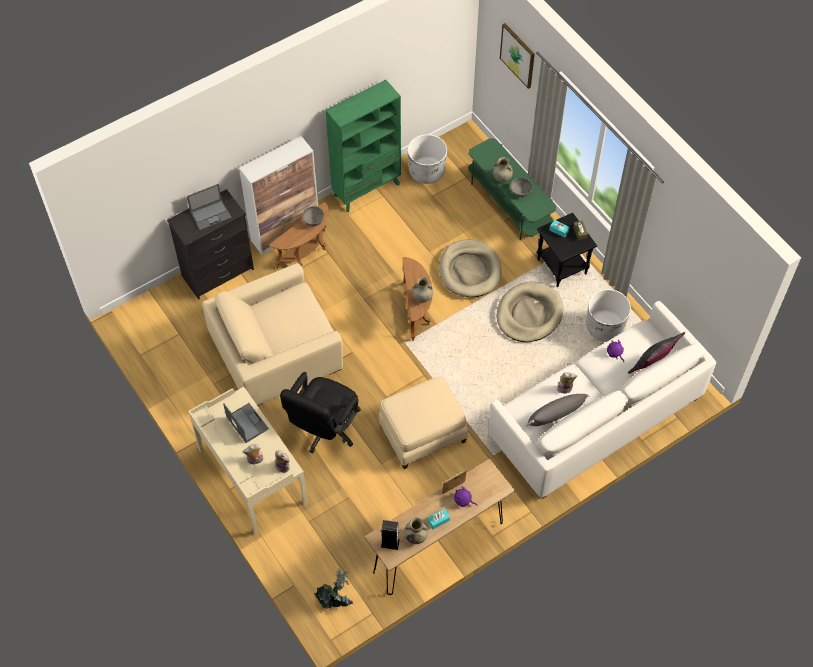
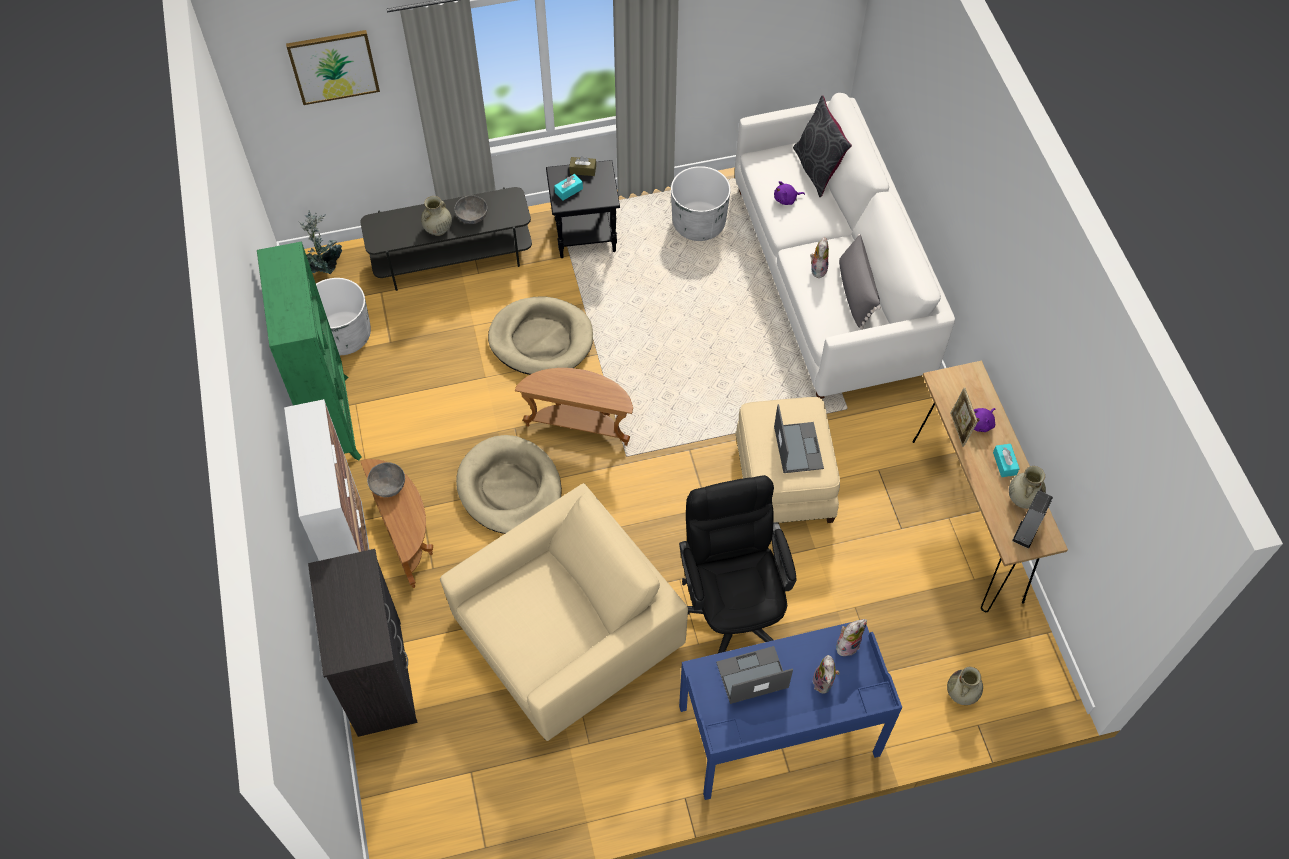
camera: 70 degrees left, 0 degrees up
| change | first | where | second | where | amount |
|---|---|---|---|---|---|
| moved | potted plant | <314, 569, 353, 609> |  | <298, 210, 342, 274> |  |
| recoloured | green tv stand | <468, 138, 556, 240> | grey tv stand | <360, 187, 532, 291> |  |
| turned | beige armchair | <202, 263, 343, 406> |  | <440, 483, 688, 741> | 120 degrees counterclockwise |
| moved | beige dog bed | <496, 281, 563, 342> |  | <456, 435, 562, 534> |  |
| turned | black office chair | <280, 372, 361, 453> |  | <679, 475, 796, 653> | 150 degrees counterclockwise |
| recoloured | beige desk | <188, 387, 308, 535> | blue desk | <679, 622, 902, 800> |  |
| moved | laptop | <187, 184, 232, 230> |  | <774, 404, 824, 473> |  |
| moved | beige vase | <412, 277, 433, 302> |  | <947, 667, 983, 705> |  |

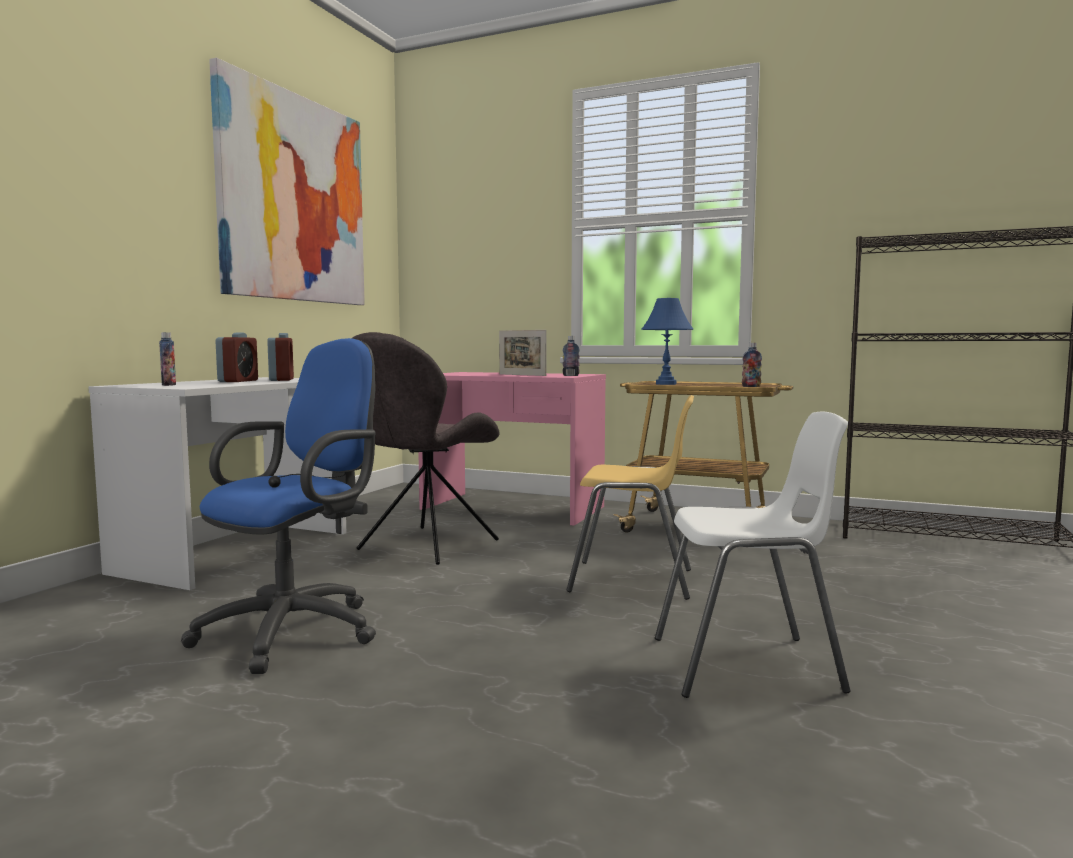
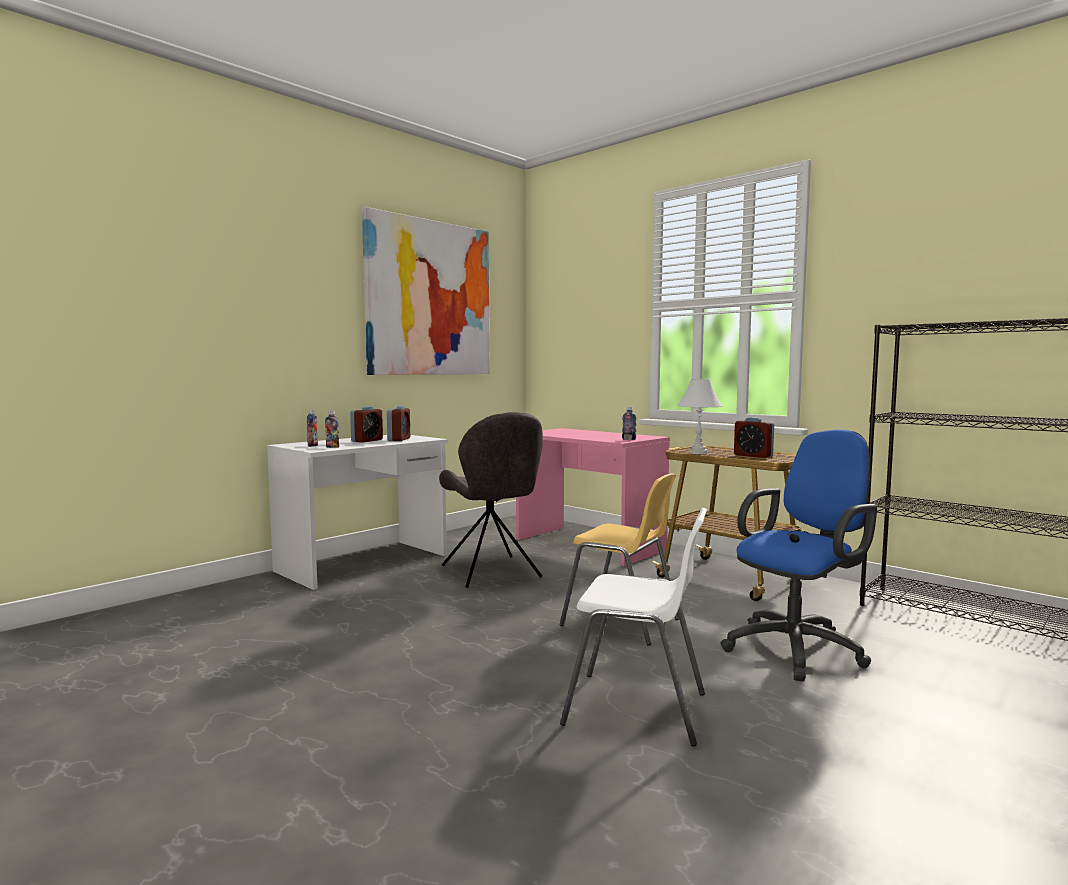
camera: 20 degrees right, 0 degrees up
| change | first | where | second | where | amount |
|---|---|---|---|---|---|
| moved | bottle | <742, 343, 762, 387> |  | <325, 410, 339, 448> |  |
| turned | grey chair | <352, 332, 500, 565> |  | <439, 412, 543, 588> | 75 degrees counterclockwise |
| recoloured | blue table lamp | <641, 298, 693, 385> | white table lamp | <677, 379, 723, 454> |  |
| moved | blue office chair | <181, 338, 376, 674> |  | <720, 429, 877, 681> |  |
| added |  |  | alarm clock | <734, 417, 774, 458> |  |
| removed | picture frame | <499, 330, 546, 376> |  |  |  |

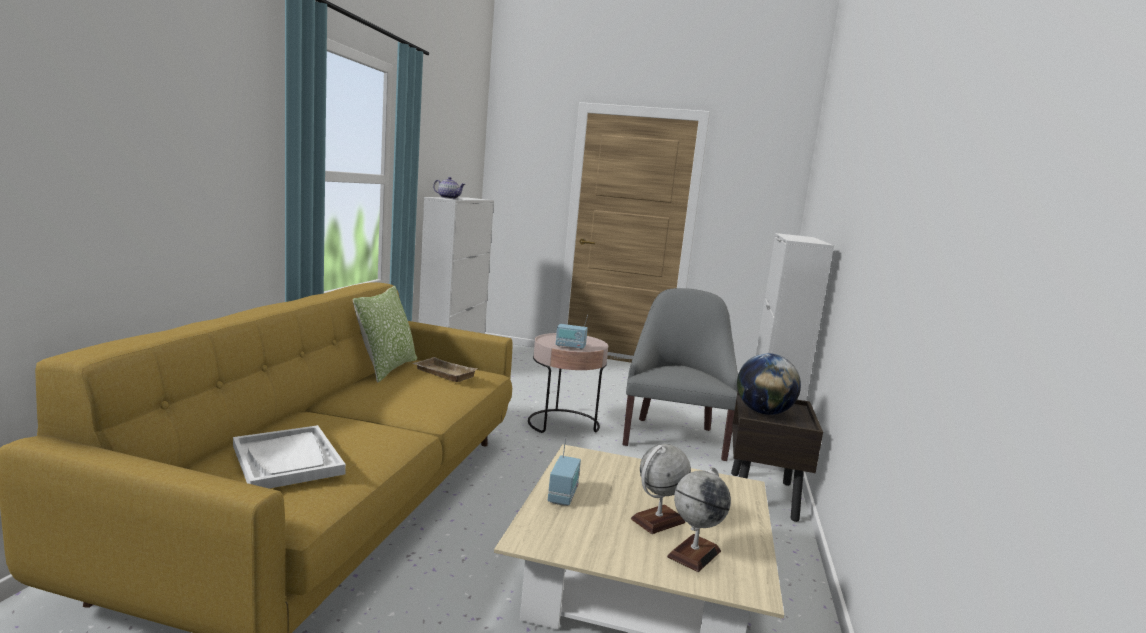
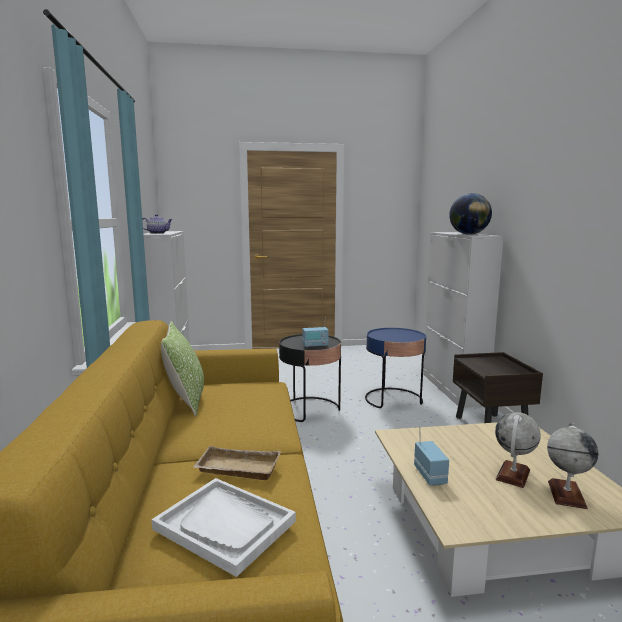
camera: 20 degrees left, 0 degrees up
| change | first | where | second | where | amount |
|---|---|---|---|---|---|
| moved | beige tray | <412, 357, 478, 382> |  | <193, 446, 281, 480> |  |
| recoloured | pink side table | <528, 333, 608, 433> | black side table | <279, 334, 341, 422> |  |
| replaced | grey armchair | <623, 288, 738, 461> | blue side table | <365, 328, 426, 408> |  |
| moved | globe | <737, 353, 801, 415> |  | <449, 193, 492, 235> |  |

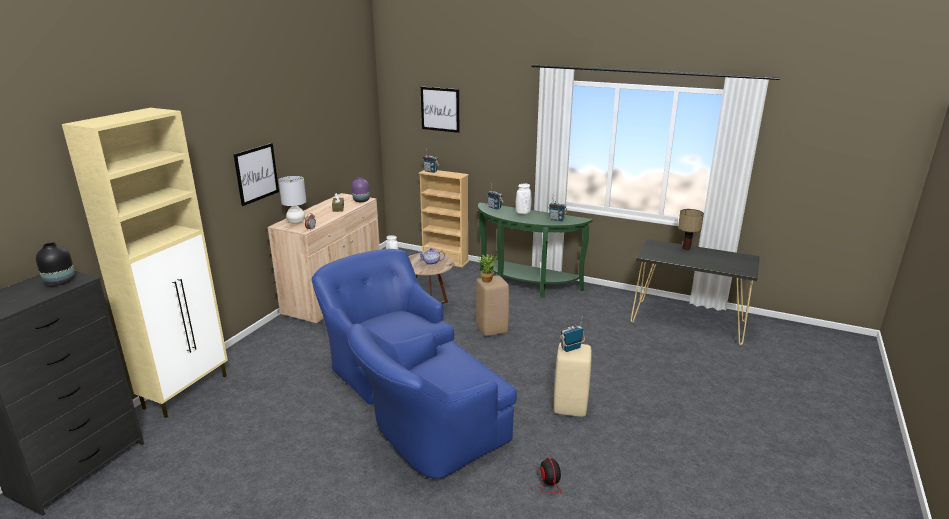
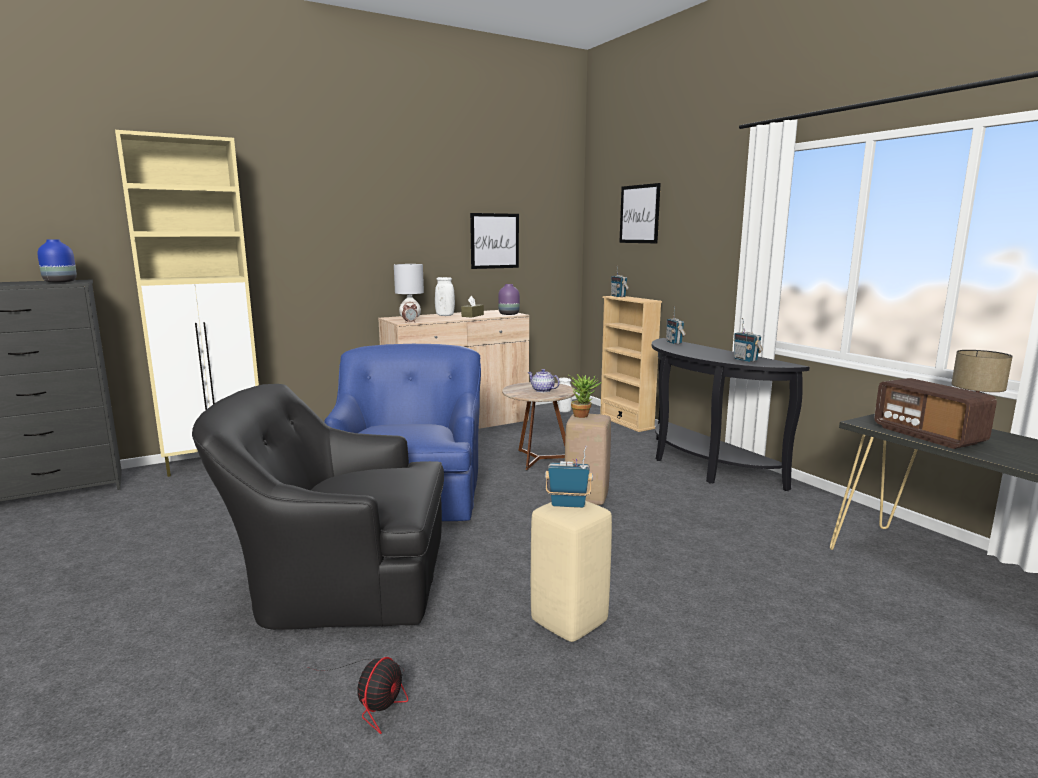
camera: 35 degrees right, 10 degrees down
| change | first | where | second | where | amount |
|---|---|---|---|---|---|
| recoloured | black vase | <36, 242, 75, 286> | blue vase | <37, 239, 77, 282> |  |
| recoloured | blue armchair | <348, 324, 517, 479> | black armchair | <192, 384, 444, 630> |  |
| moved | white vase | <516, 184, 532, 214> |  | <435, 277, 455, 316> |  |
| moved | picture | <233, 143, 279, 206> |  | <470, 213, 519, 269> |  |
| recoloured | green console table | <478, 202, 593, 298> | black console table | <652, 338, 810, 491> |  |
| added |  |  | radio | <874, 378, 997, 449> |  |

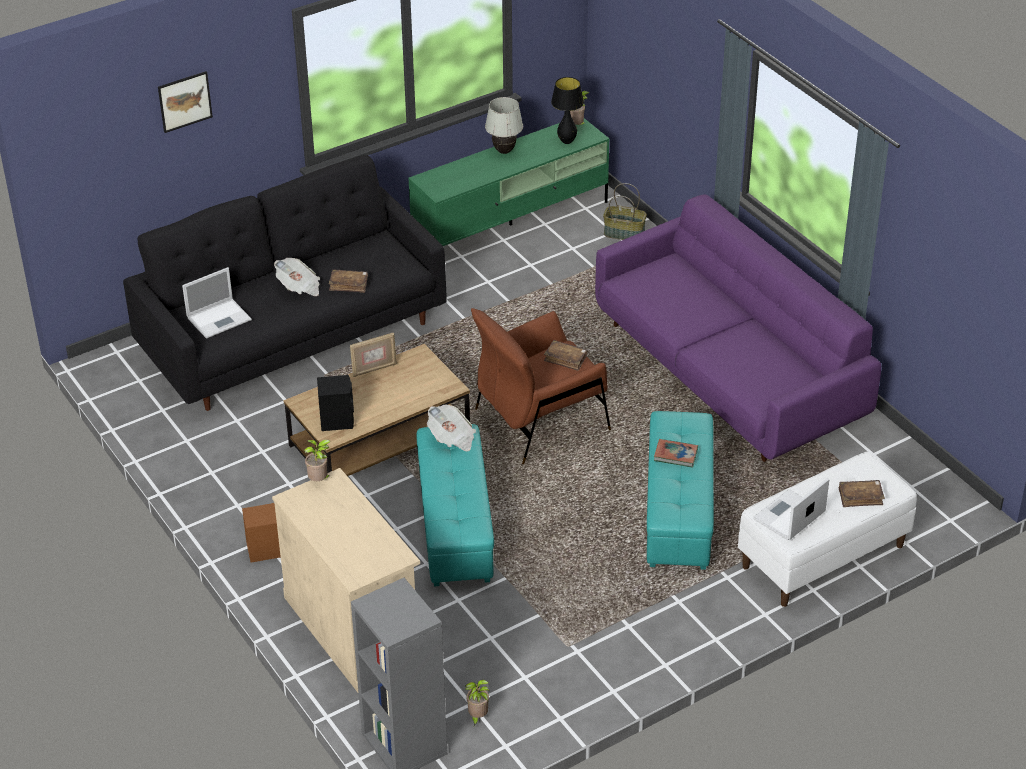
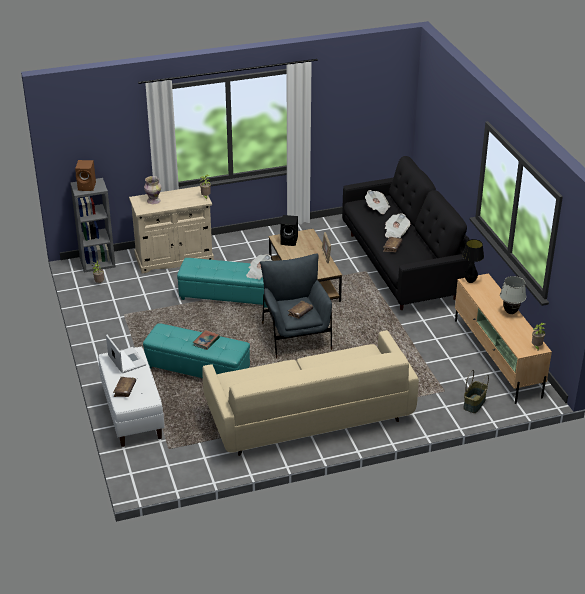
camera: 105 degrees right, 5 degrees down
| change | first | where | second | where | amount |
|---|---|---|---|---|---|
| moved | brown speaker | <242, 503, 281, 563> |  | <75, 160, 96, 191> |  |
| added |  |  | vase | <144, 176, 161, 204> |  |
| recoloured | purple sofa | <595, 194, 881, 462> | beige sofa | <202, 330, 419, 456> |  |
| recoloured | brown armchair | <471, 308, 611, 464> | grey armchair | <260, 253, 332, 358> |  |
| replaced | laptop | <182, 267, 252, 339> | newspaper | <365, 190, 390, 214> |  |
| recoloured | green tv stand | <409, 118, 609, 246> | beige tv stand | <455, 273, 552, 404> |  |
| moved | black table lamp | <551, 77, 584, 144> |  | <462, 239, 484, 283> |  |
| removed | picture | <158, 71, 213, 133> |  |  |  |

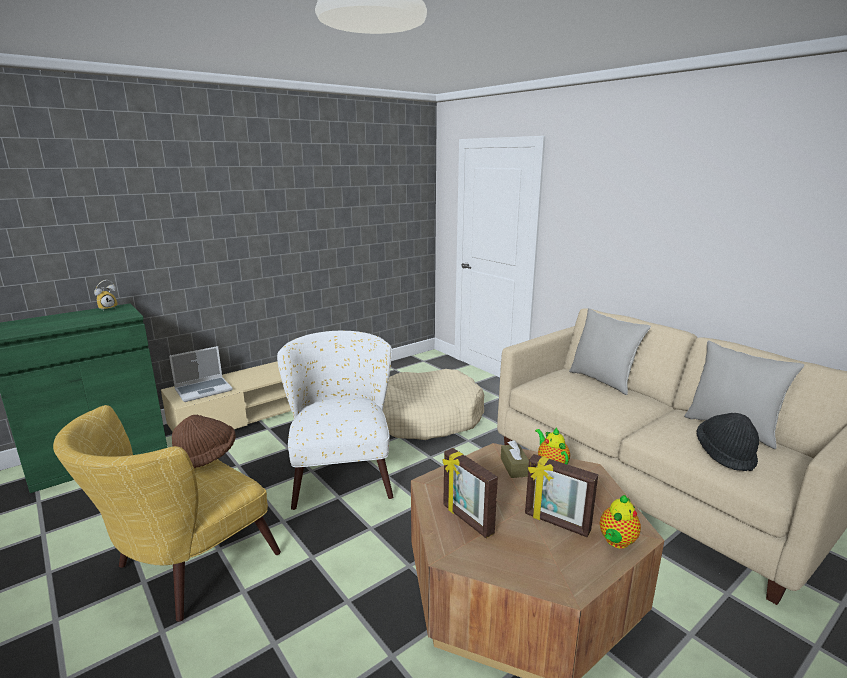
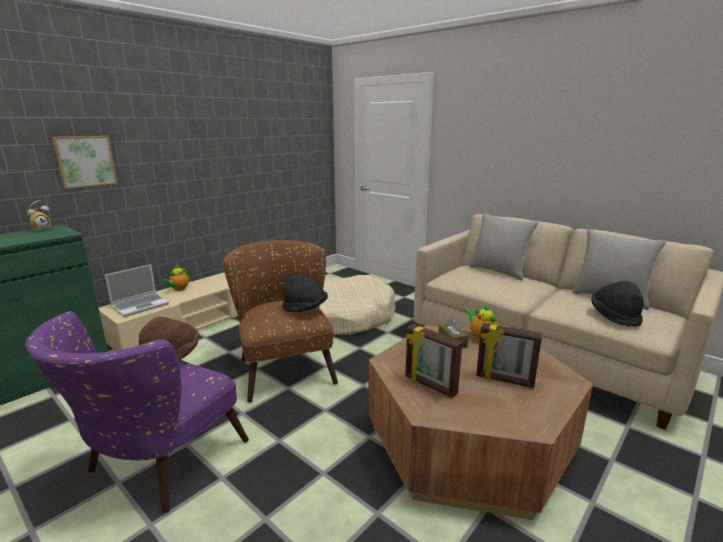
camera: 10 degrees left, 0 degrees up
| change | first | where | second | where | amount |
|---|---|---|---|---|---|
| recoloured | yellow armchair | <53, 405, 281, 622> | purple armchair | <25, 311, 249, 513> |  |
| added |  |  | picture | <52, 136, 117, 188> |  |
| moved | teapot | <600, 495, 641, 549> |  | <161, 265, 189, 291> |  |
| recoloured | white armchair | <277, 331, 393, 510> | brown armchair | <223, 240, 338, 403> |  |
| added |  |  | black hat | <282, 274, 328, 312> |  |

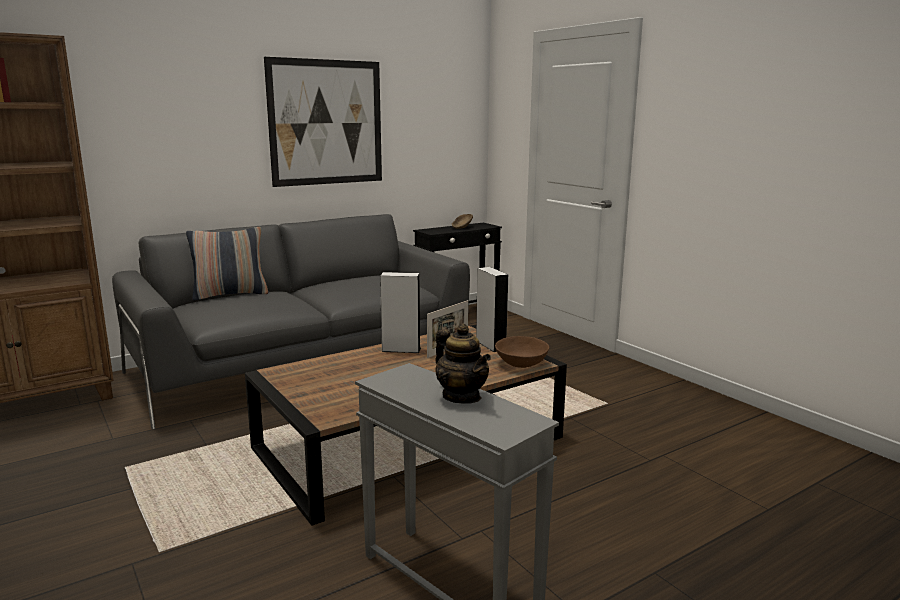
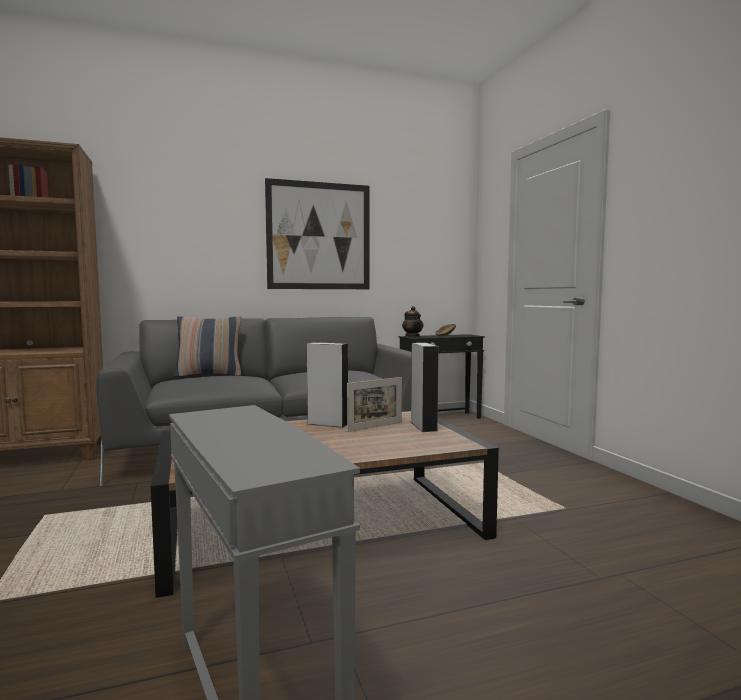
camera: 15 degrees right, 10 degrees down
| change | first | where | second | where | amount |
|---|---|---|---|---|---|
| moved | teapot | <436, 324, 491, 404> |  | <402, 306, 424, 337> |  |
| removed | brown bowl | <495, 336, 549, 368> |  |  |  |

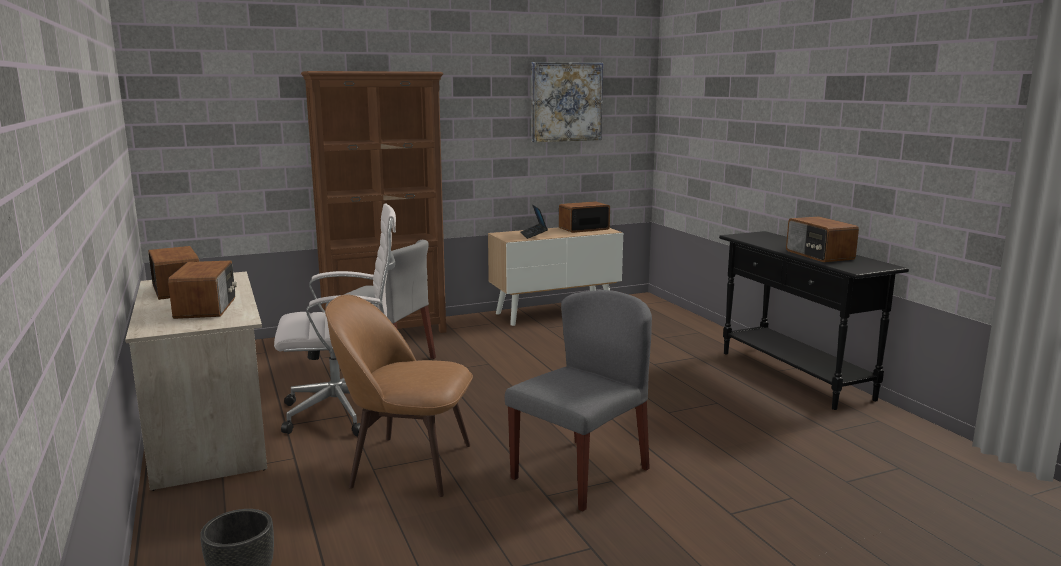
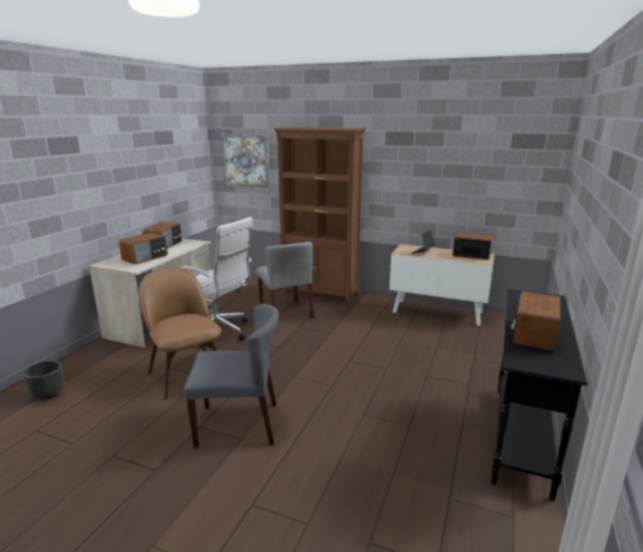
camera: 45 degrees right, 5 degrees up
| change | first | where | second | where | amount |
|---|---|---|---|---|---|
| moved | picture | <531, 62, 603, 142> |  | <221, 134, 270, 188> |  |

